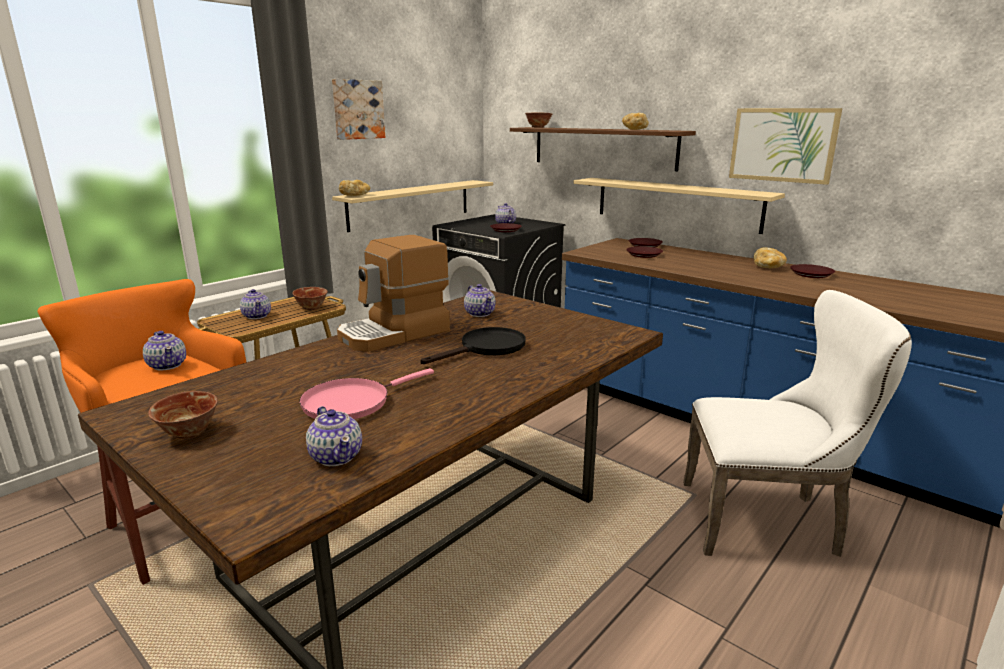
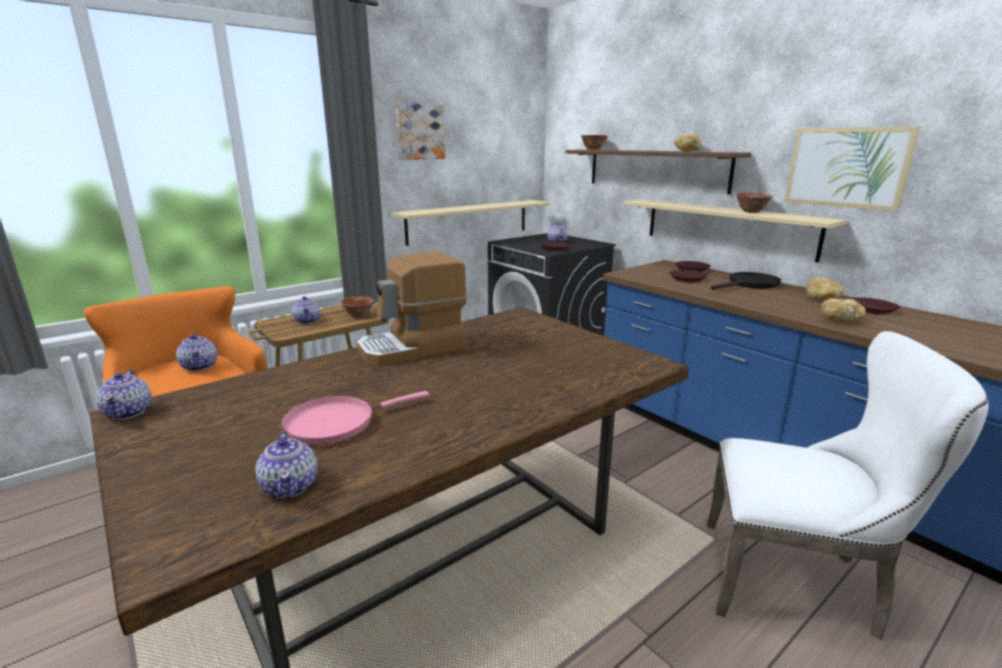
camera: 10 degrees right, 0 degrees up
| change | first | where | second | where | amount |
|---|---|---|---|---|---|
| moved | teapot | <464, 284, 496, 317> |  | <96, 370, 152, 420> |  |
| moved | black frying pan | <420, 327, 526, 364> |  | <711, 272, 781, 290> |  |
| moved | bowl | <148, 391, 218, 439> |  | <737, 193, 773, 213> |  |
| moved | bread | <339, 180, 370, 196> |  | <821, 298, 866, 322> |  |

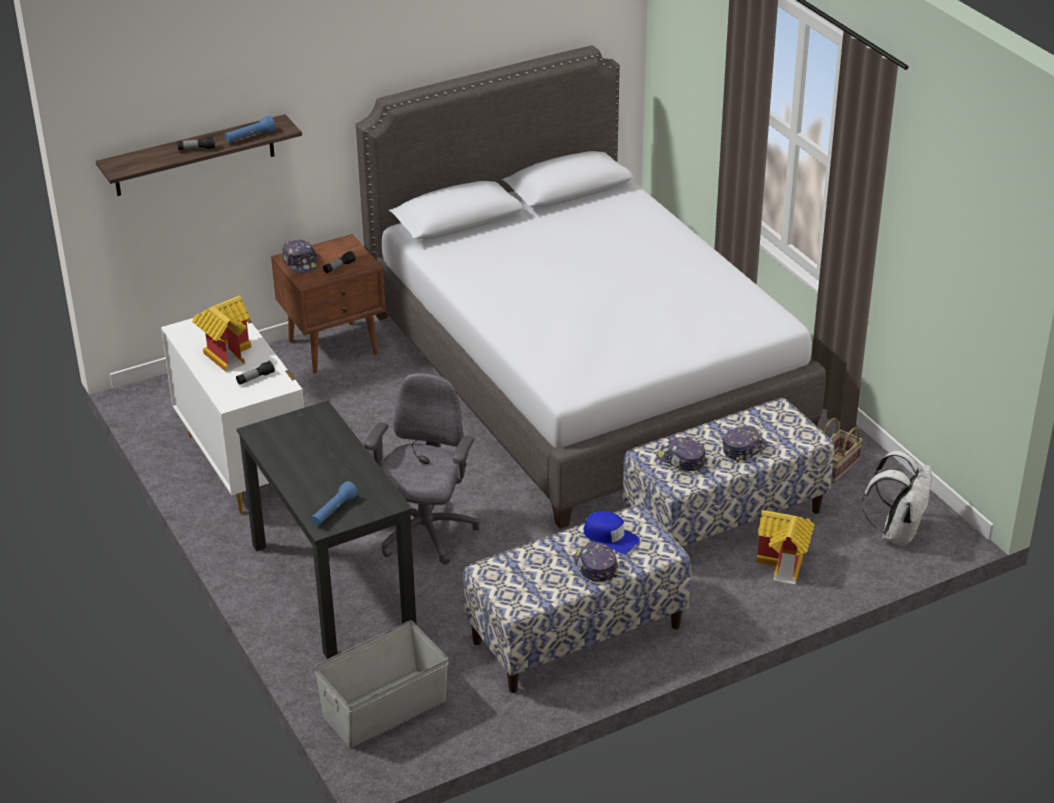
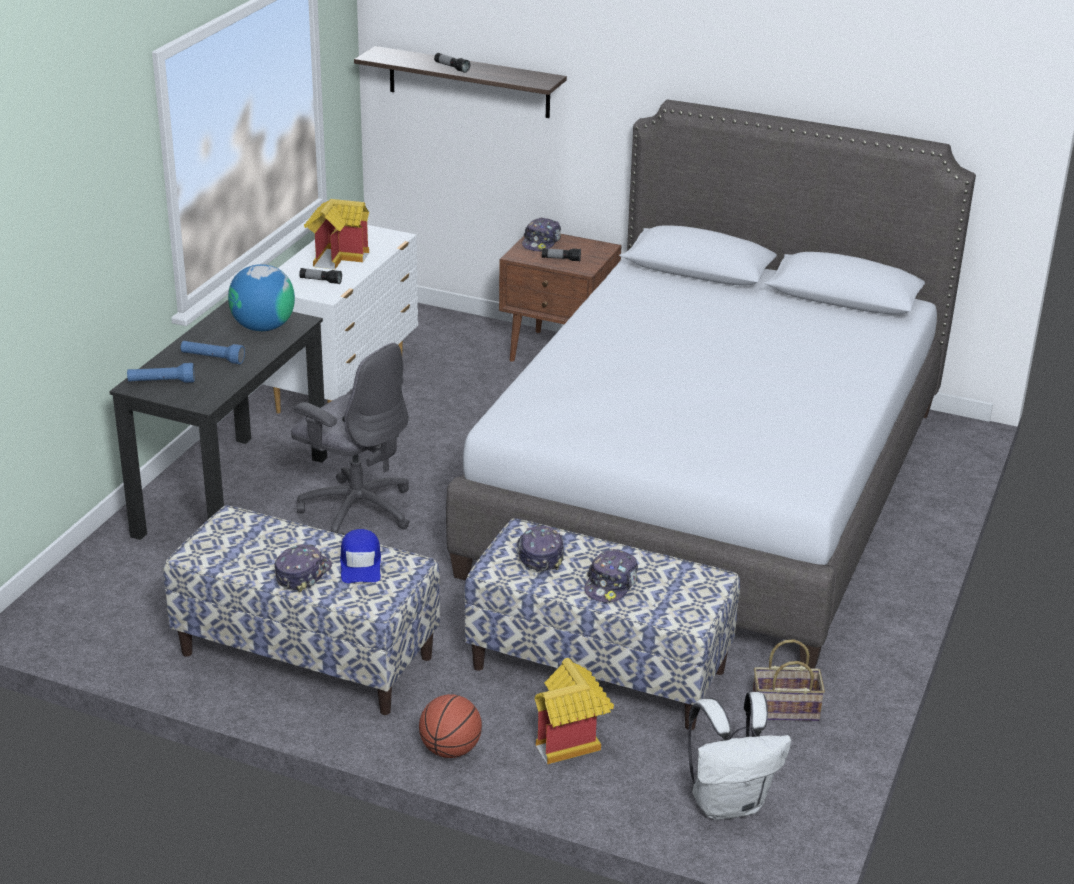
camera: 50 degrees right, 5 degrees down
| change | first | where | second | where | amount |
|---|---|---|---|---|---|
| moved | blue flashlight | <225, 116, 276, 142> |  | <181, 341, 245, 364> |  |
| added |  |  | globe | <228, 264, 295, 331> |  |
| turned | grey office chair | <365, 373, 479, 565> |  | <291, 343, 410, 535> | 60 degrees clockwise |
| added |  |  | basketball | <419, 694, 482, 758> |  |
| turned | cap | <723, 426, 768, 463> |  | <584, 549, 638, 603> | 105 degrees clockwise |
| removed | grey storage box | <314, 621, 448, 748> |  |  |  |

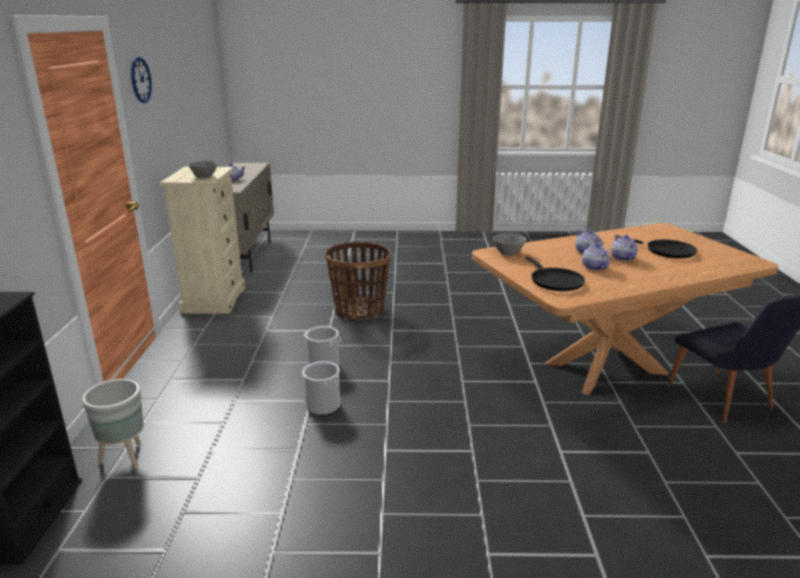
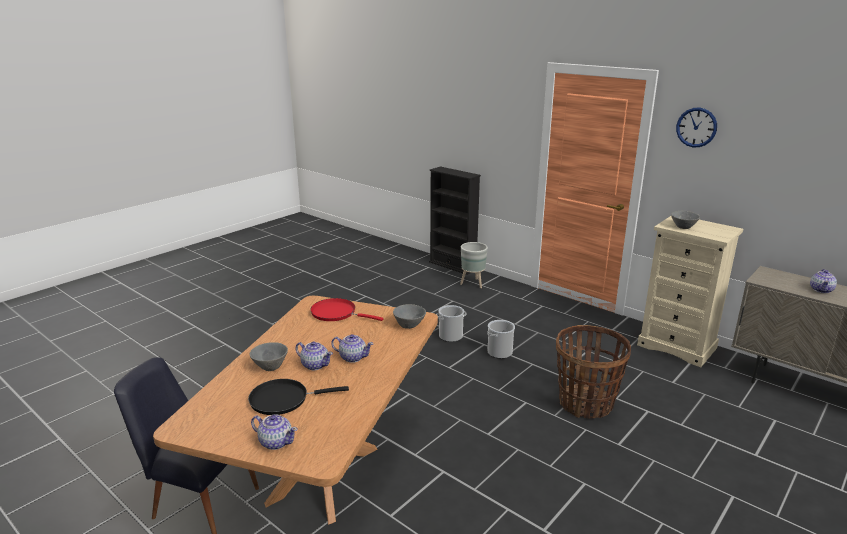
camera: 130 degrees right, 0 degrees up
| change | first | where | second | where | amount |
|---|---|---|---|---|---|
| added |  |  | grey bowl | <249, 342, 288, 371> |  |
| moved | teapot | <582, 243, 610, 271> |  | <251, 415, 298, 450> |  |
| recoloured | black frying pan | <525, 256, 585, 291> | red frying pan | <310, 298, 383, 321> |  |

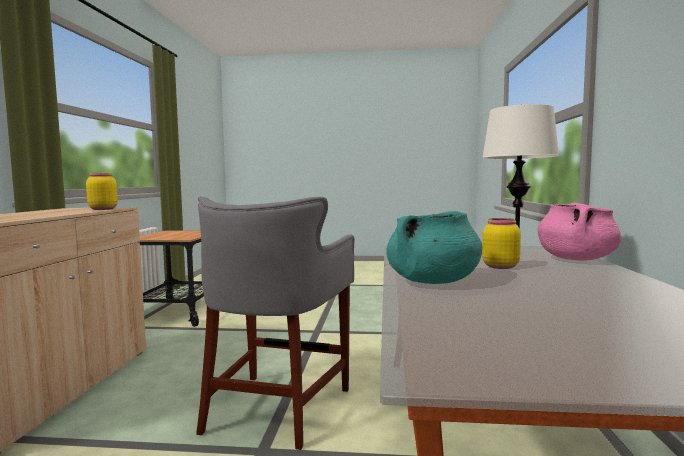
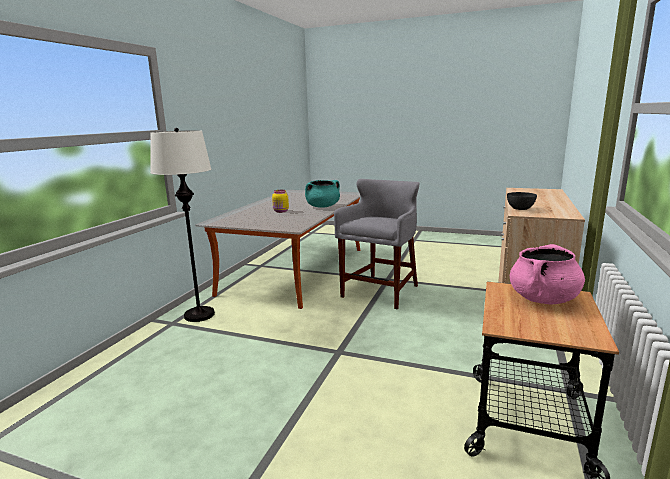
camera: 165 degrees left, 10 degrees up
| change | first | where | second | where | amount |
|---|---|---|---|---|---|
| replaced | yellow jar | <86, 173, 118, 210> | grey bowl | <507, 192, 537, 210> |  |
| moved | pink cooking pot | <537, 202, 621, 261> |  | <510, 244, 585, 304> |  |

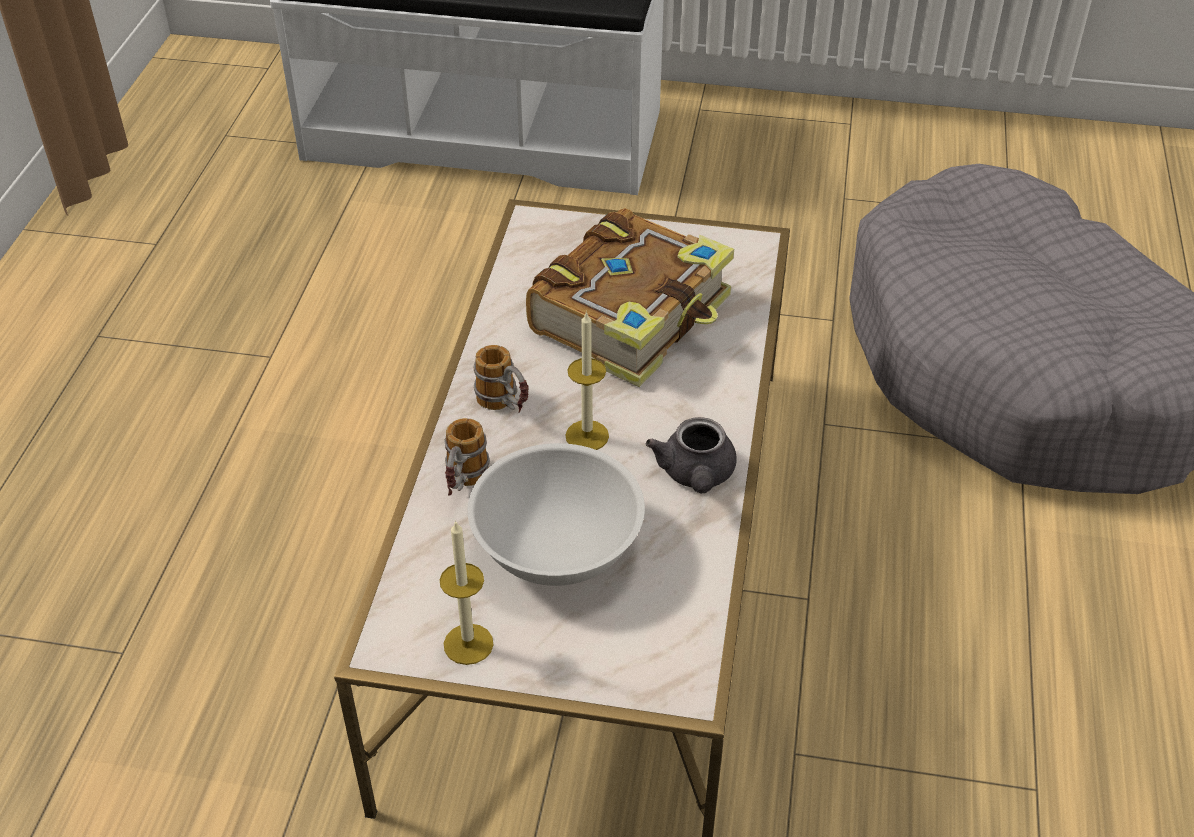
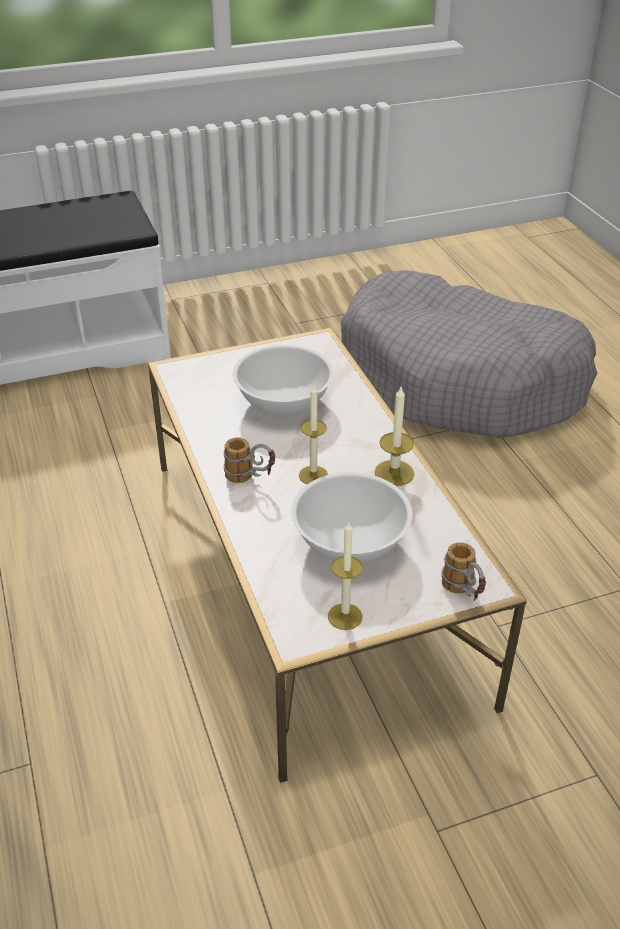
camera: 30 degrees left, 5 degrees down
| change | first | where | second | where | amount |
|---|---|---|---|---|---|
| replaced | book | <526, 208, 734, 387> | white bowl | <233, 345, 334, 416> |  |
| replaced | grey teapot | <645, 417, 737, 493> | candle | <375, 385, 414, 486> |  |
| moved | mug | <444, 418, 490, 496> |  | <441, 542, 486, 601> |  |

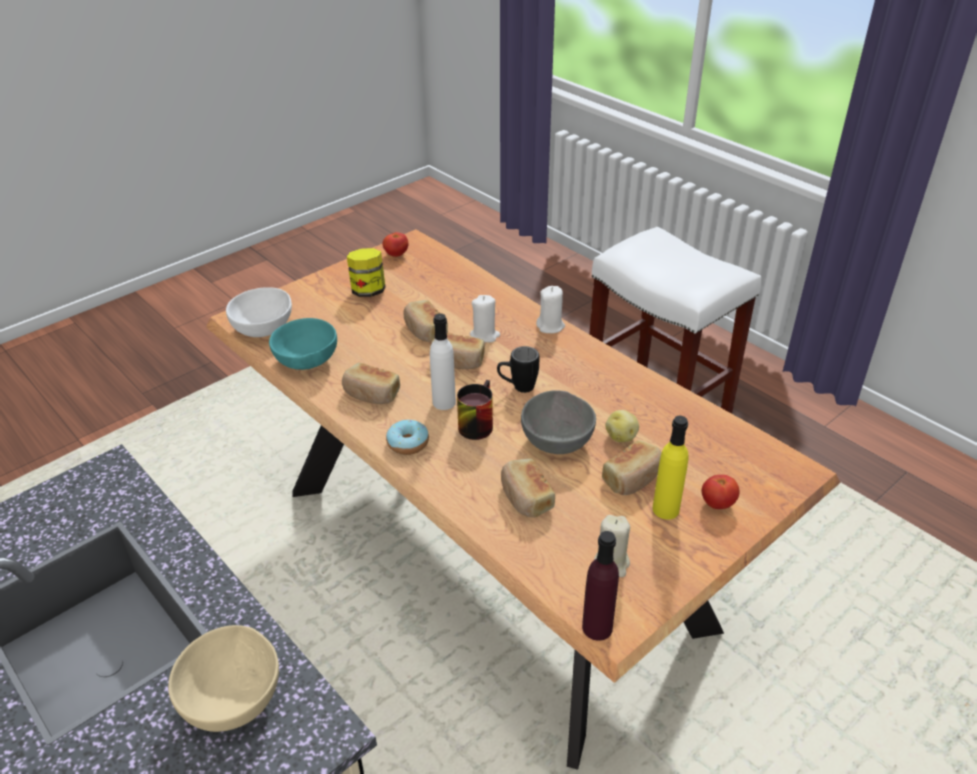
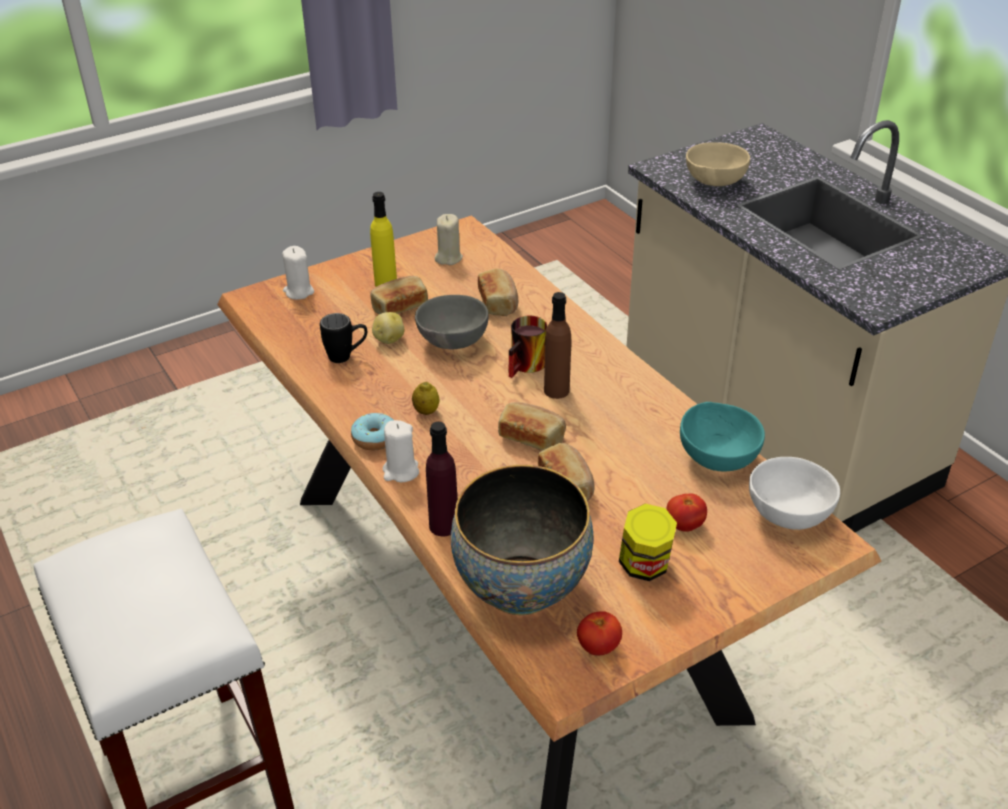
camera: 170 degrees left, 0 degrees up
| change | first | where | second | where | amount |
|---|---|---|---|---|---|
| moved | white candle | <470, 295, 500, 342> |  | <282, 246, 314, 300> |  |
| moved | black mug | <497, 346, 539, 393> |  | <320, 313, 367, 363> |  |
| moved | donut | <386, 420, 429, 455> |  | <351, 413, 393, 450> |  |
| added |  |  | lemon | <412, 382, 440, 415> |  |
| moved | purple bottle | <582, 531, 619, 641> |  | <426, 422, 457, 536> |  |
| added |  |  | bowl | <451, 465, 594, 615> |  |
| recoloured | white bottle | <430, 313, 456, 410> | brown bottle | <544, 292, 571, 399> |  |
| moved | tomato | <702, 475, 740, 509> |  | <667, 493, 707, 532> |  |
| removed | bread | <342, 363, 400, 404> |  |  |  |

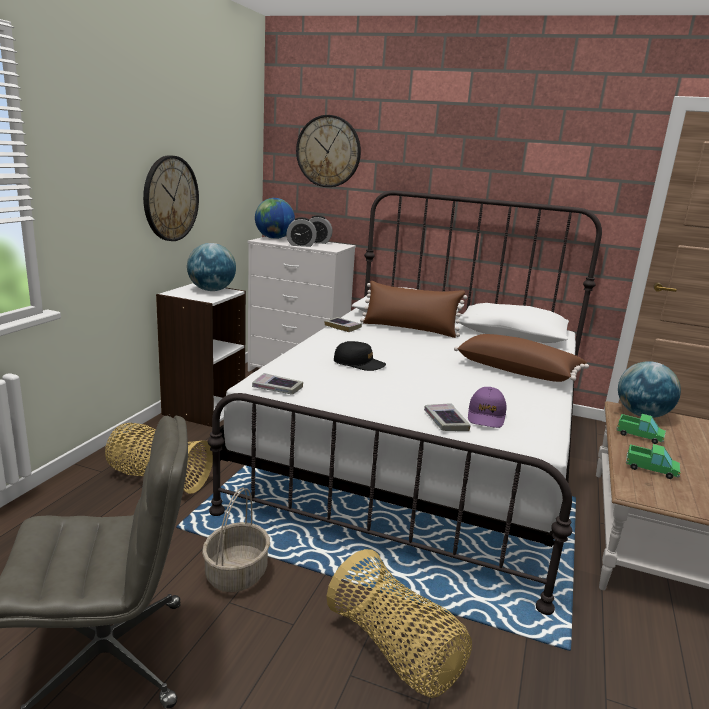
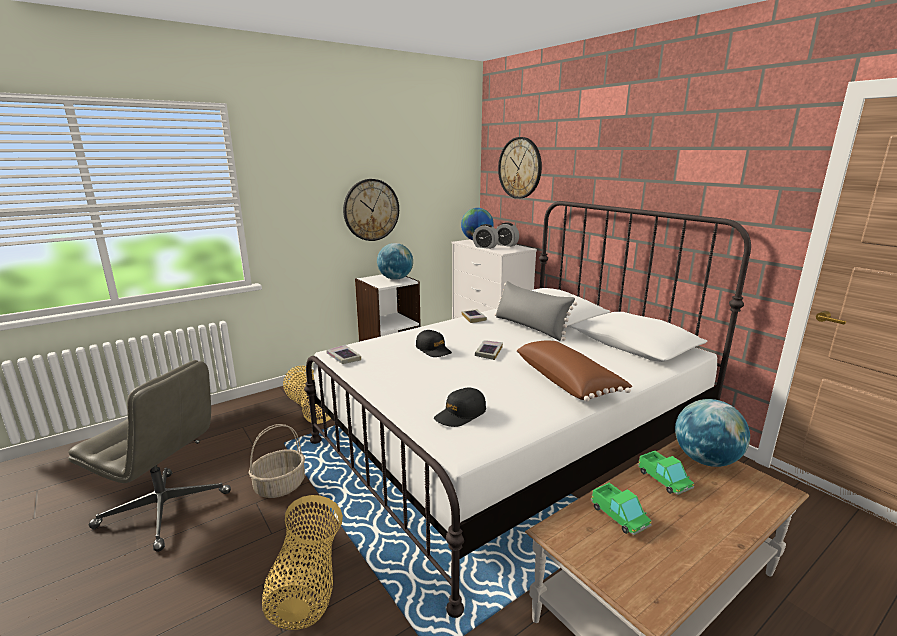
camera: 35 degrees right, 0 degrees up
| change | first | where | second | where | amount |
|---|---|---|---|---|---|
| recoloured | purple cap | <468, 387, 507, 428> | black cap | <434, 388, 486, 427> |  |
| moved | book | <424, 403, 471, 431> |  | <475, 340, 503, 360> |  |
| recoloured | brown pillow | <360, 281, 468, 338> | grey pillow | <495, 281, 577, 341> |  |

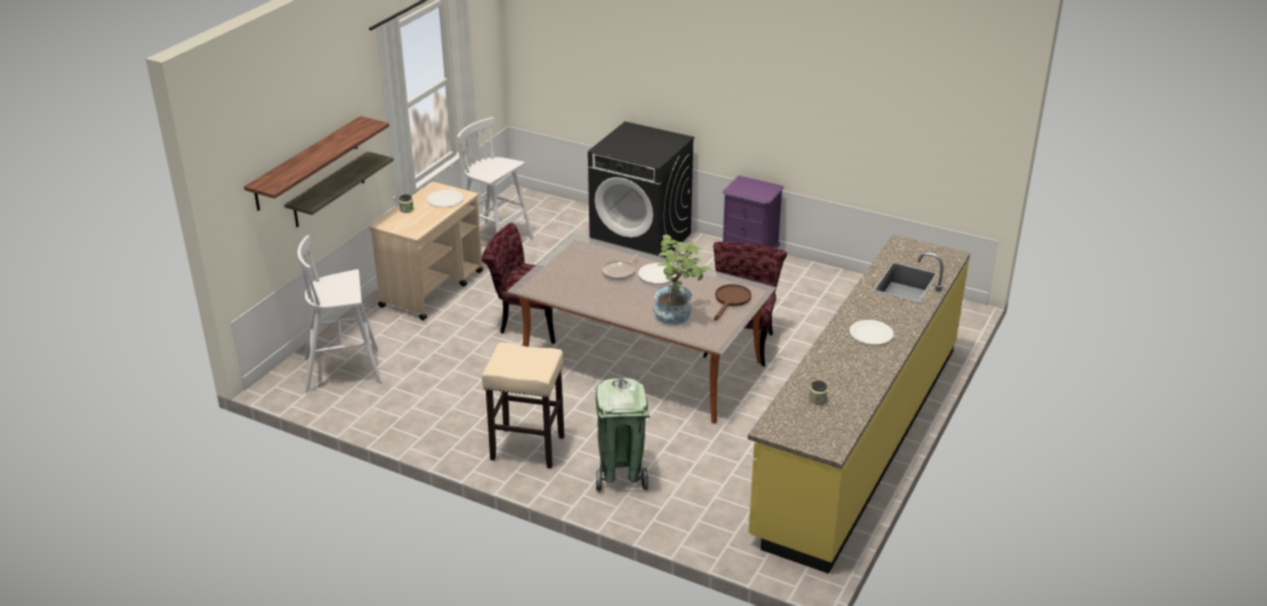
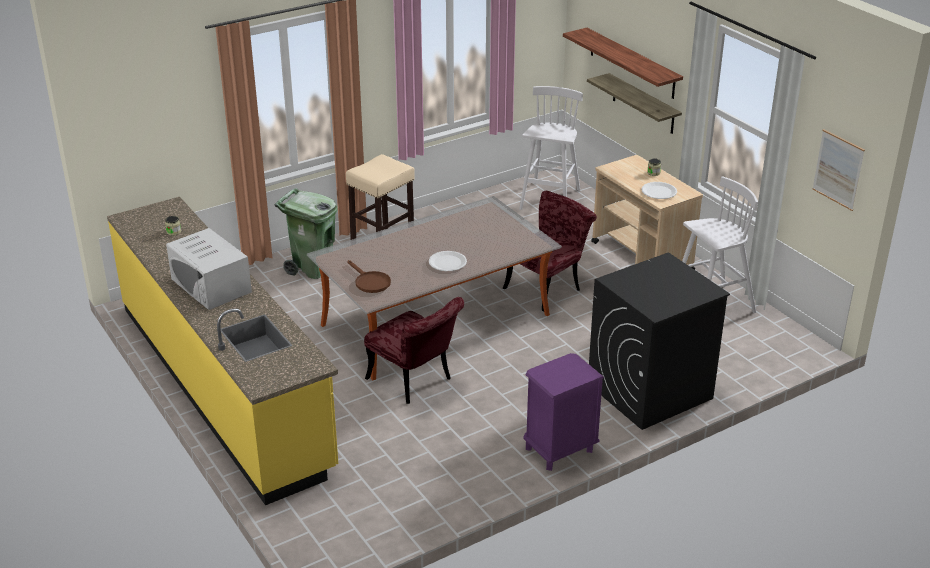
camera: 120 degrees right, 0 degrees up
| change | first | where | second | where | amount |
|---|---|---|---|---|---|
| replaced | white plate | <849, 320, 894, 345> | white microwave | <166, 228, 252, 310> |  |
| added |  |  | picture | <812, 129, 865, 211> |  |
| removed | frying pan | <602, 254, 638, 280> |  |  |  |
| removed | potted plant | <653, 235, 711, 326> |  |  |  |

